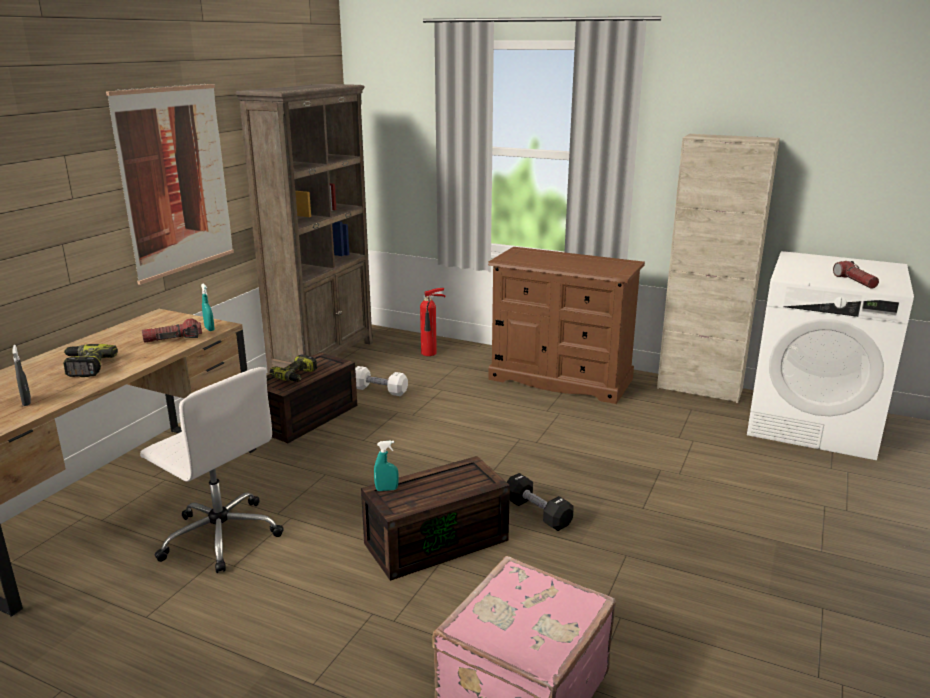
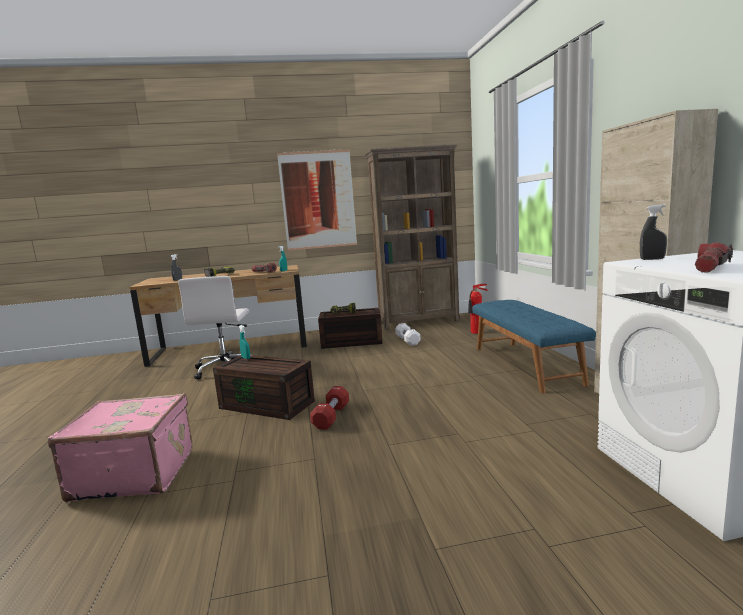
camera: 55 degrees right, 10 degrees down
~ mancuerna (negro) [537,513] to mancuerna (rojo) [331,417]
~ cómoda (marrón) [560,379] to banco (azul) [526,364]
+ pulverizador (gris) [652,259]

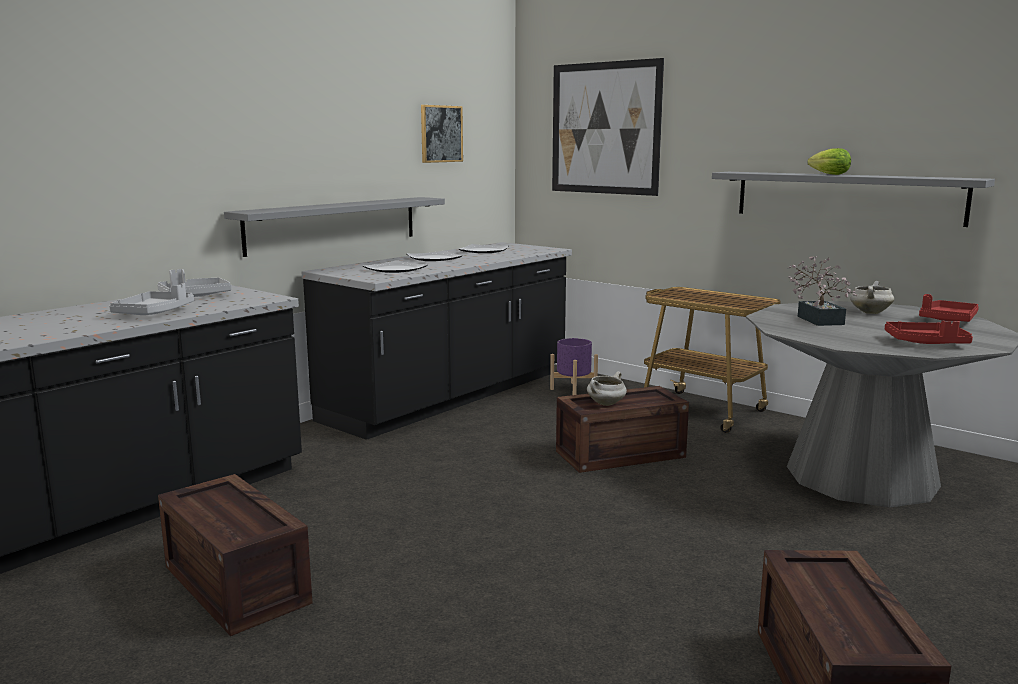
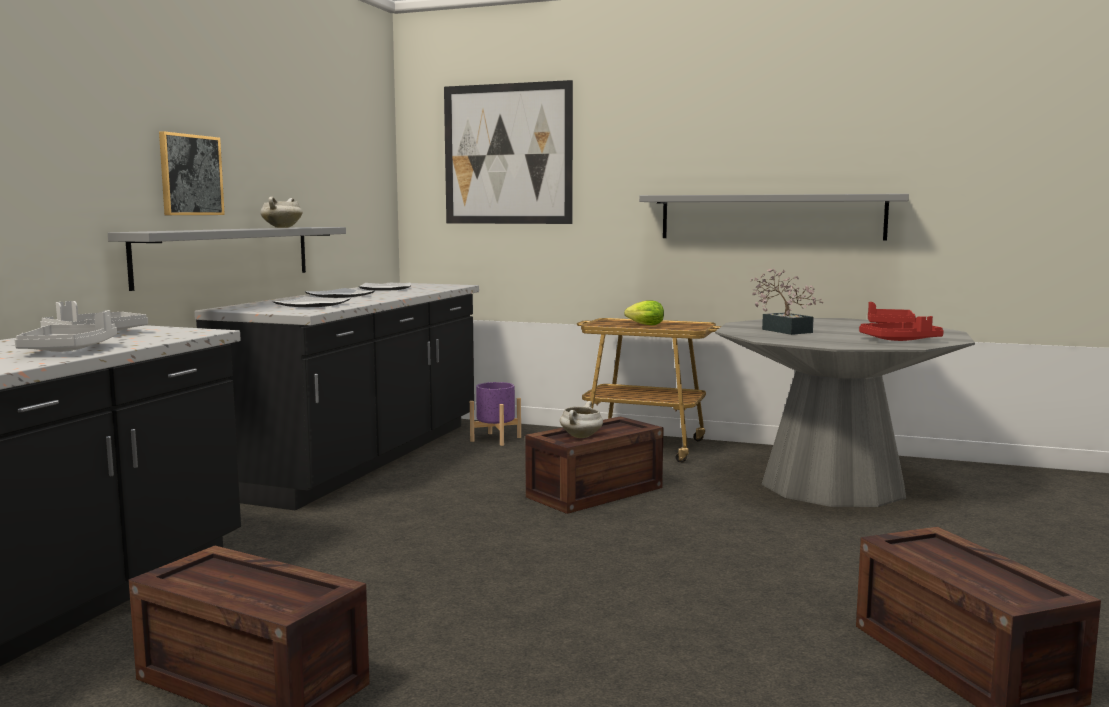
camera: 20 degrees left, 5 degrees down
~ cuadro [441,134] to [190,175]
~ olla (blanco) [869,312] to [282,227]
~ lechuga [827,174] to [643,325]

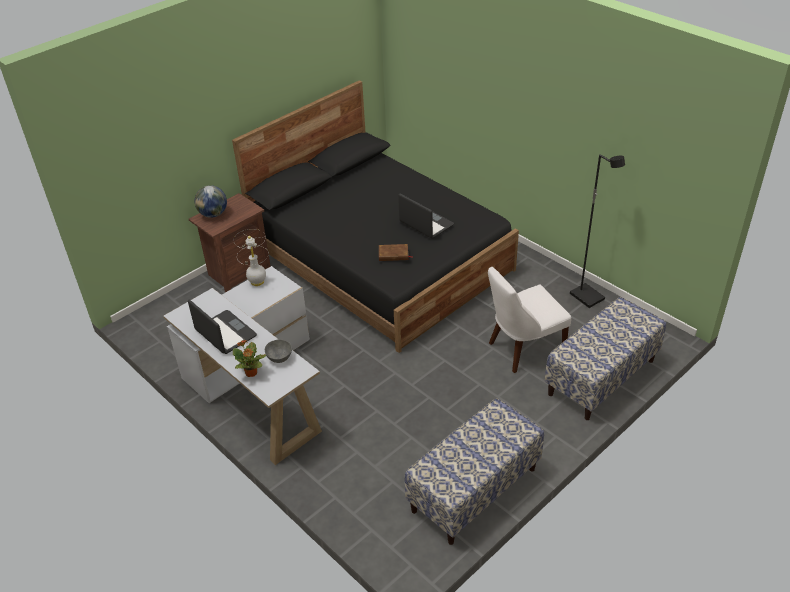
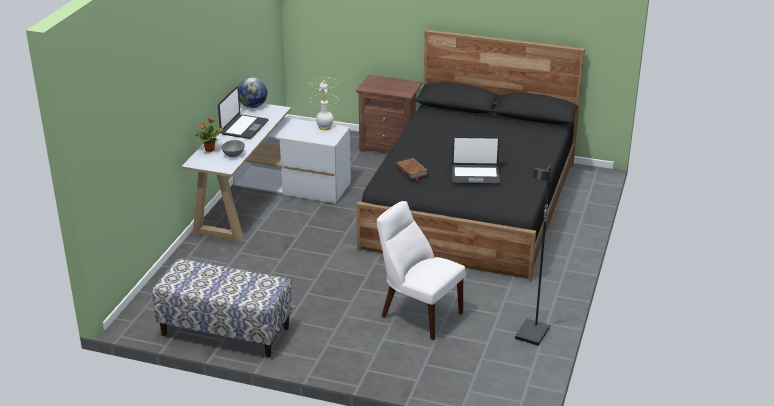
camera: 60 degrees right, 10 degrees down
~ globo terráqueo [213,214] to [252,106]
~ portátil [426,224] = [475,175] 75 degrees clockwise
- banco [601,378]

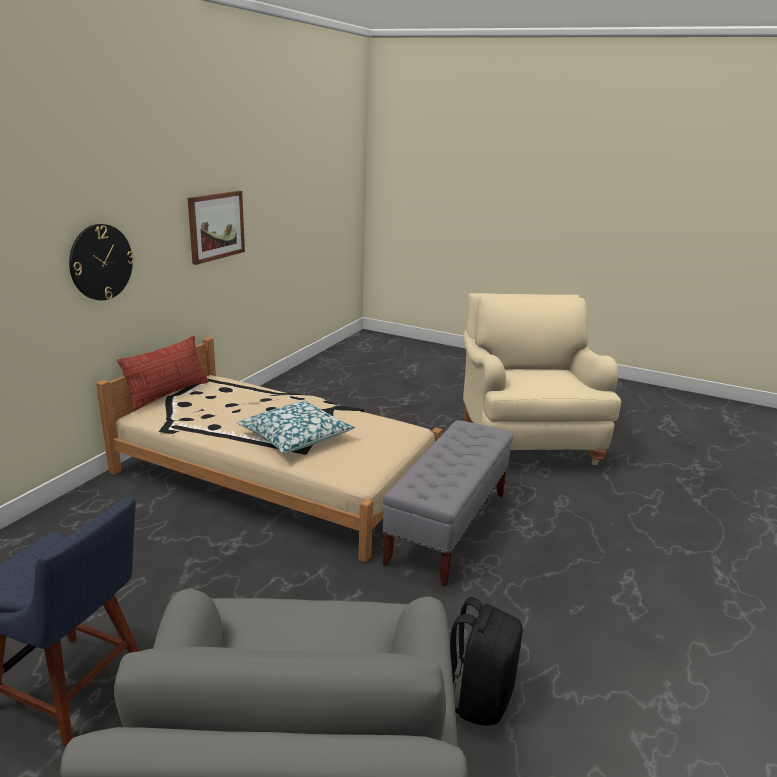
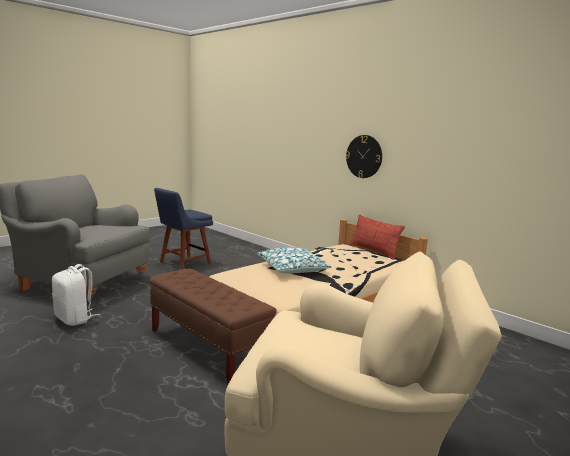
camera: 110 degrees right, 10 degrees down
~ mochila (negro) [479,696] to mochila (blanco) [75,319]
~ banco (gris) [448,527] to banco (marrón) [208,348]
- cuadro [216,226]

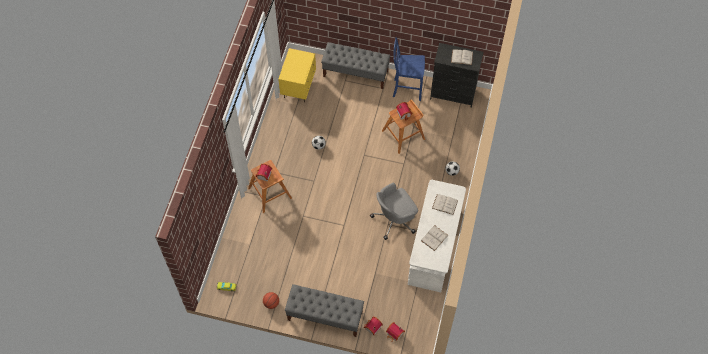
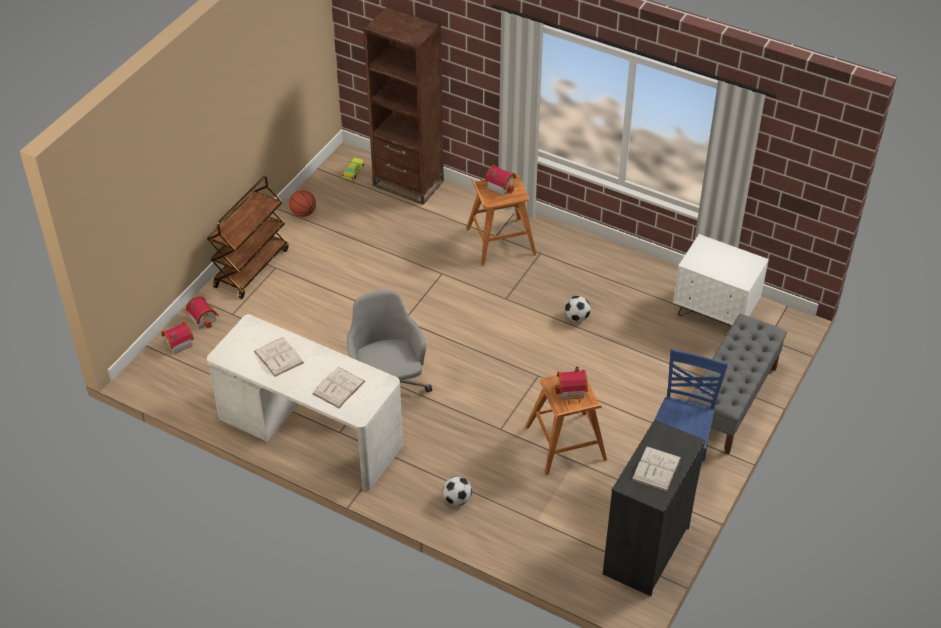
camera: 105 degrees right, 15 degrees down
~ banco (gris) [325,316] to carrito (marrón) [251,267]
+ estantería (marrón) [408,183]
~ mesita de noche (amarillo) [298,87] to mesita de noche (blanco) [715,313]

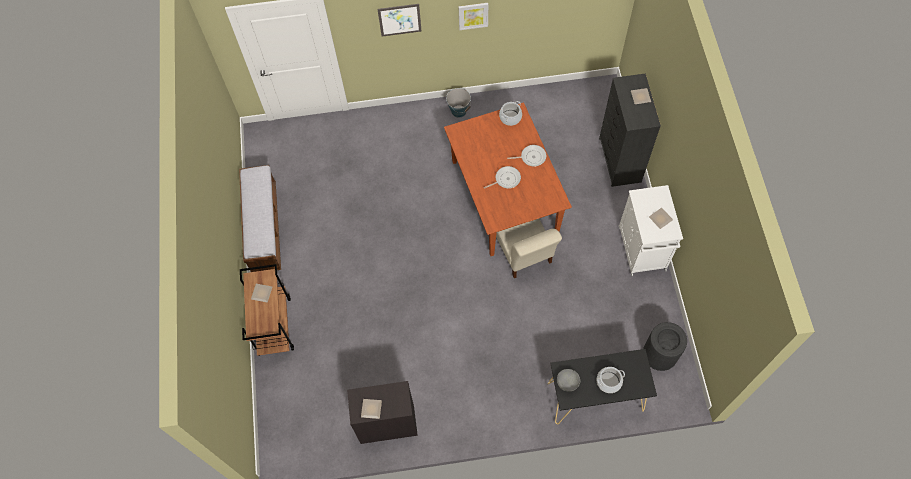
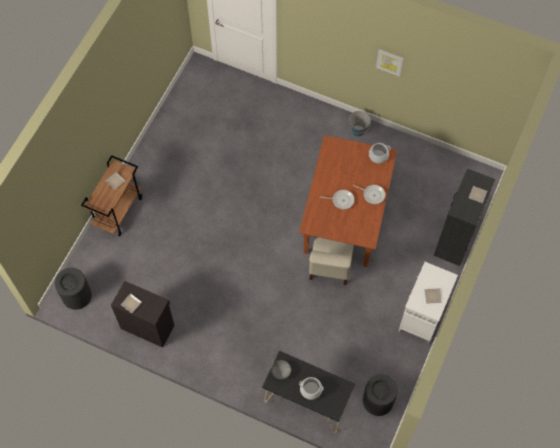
camera: 30 degrees right, 0 degrees up
+ papelera (negro) [76,295]
- banco [264,227]
- cuadro [399,19]

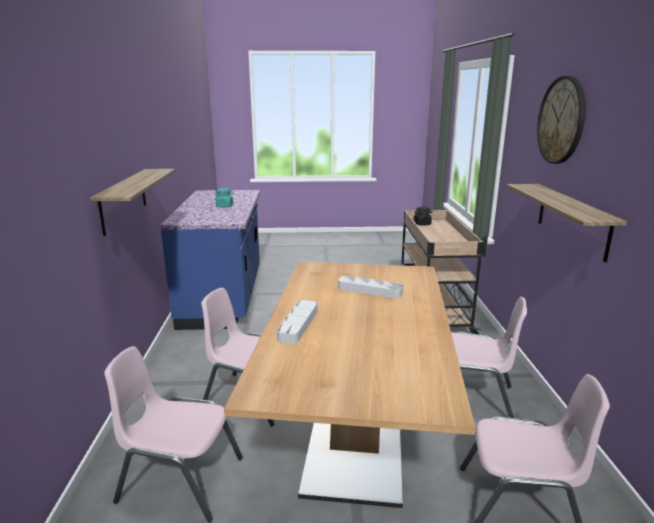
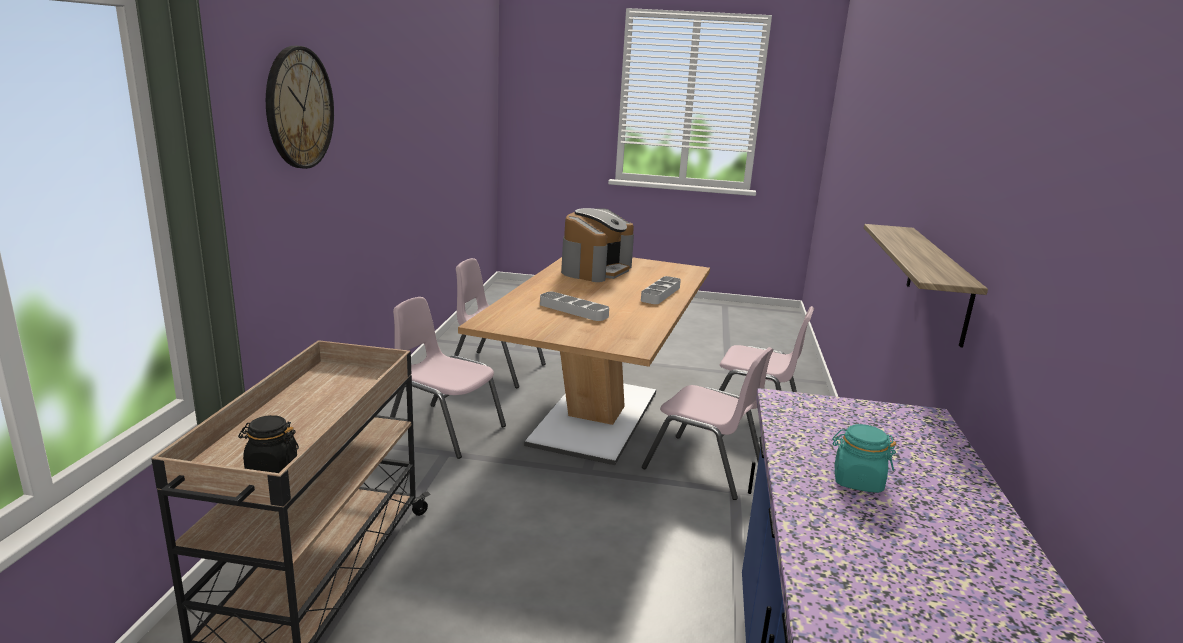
camera: 170 degrees left, 0 degrees up
+ cafetera [595,269]
- estante [572,220]

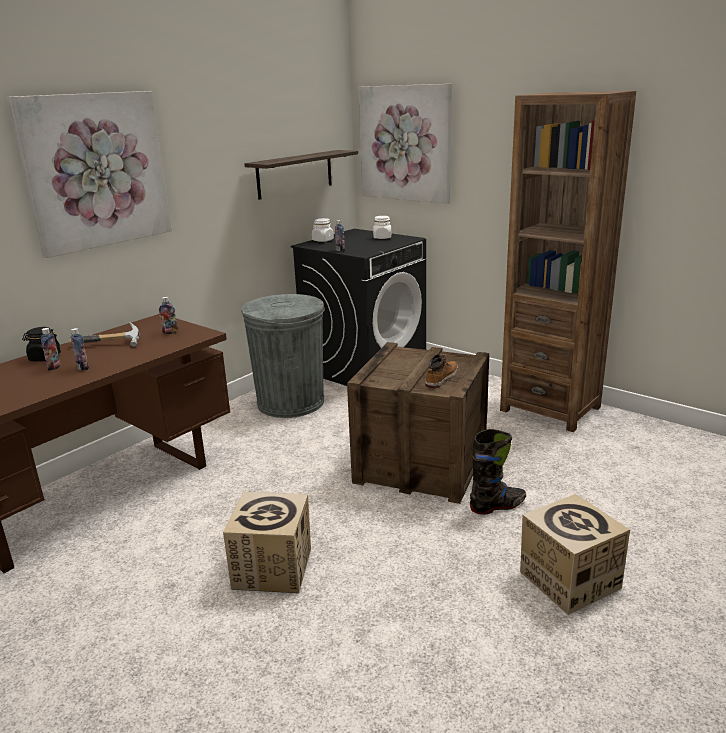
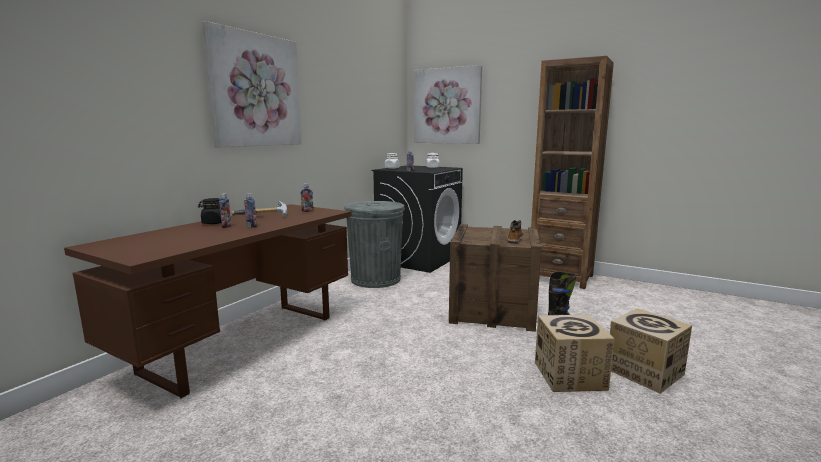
camera: 10 degrees left, 10 degrees down
~ caja de cartón [273,568] to [569,375]
- estante [295,174]

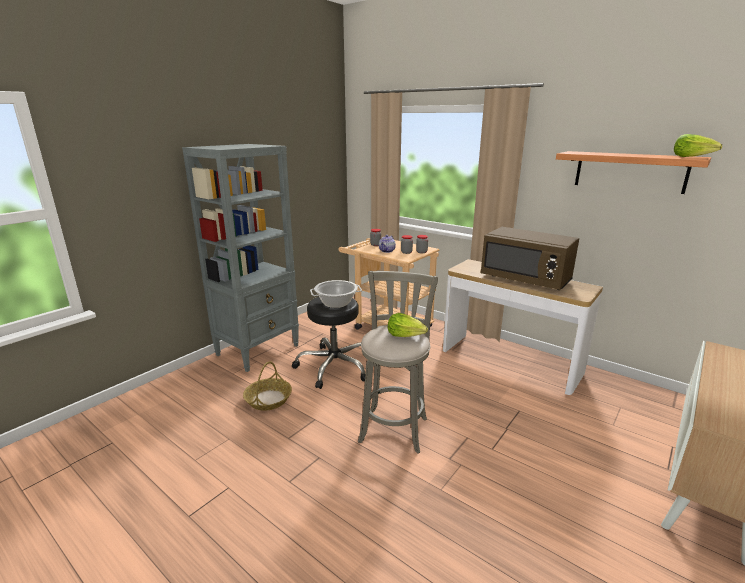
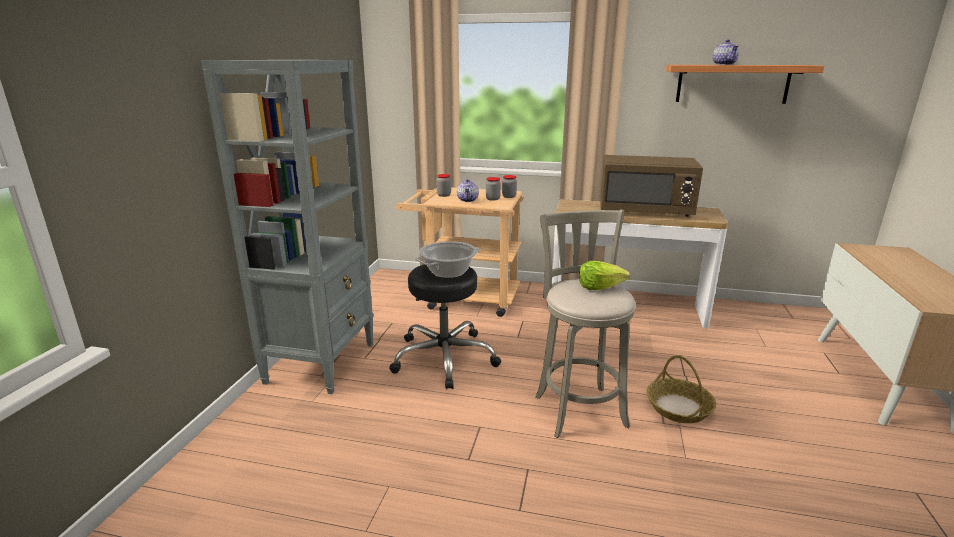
camera: 25 degrees left, 0 degrees up
~ cesta [268,399] to [678,407]
+ tetera [724,64]
- lechuga [692,157]

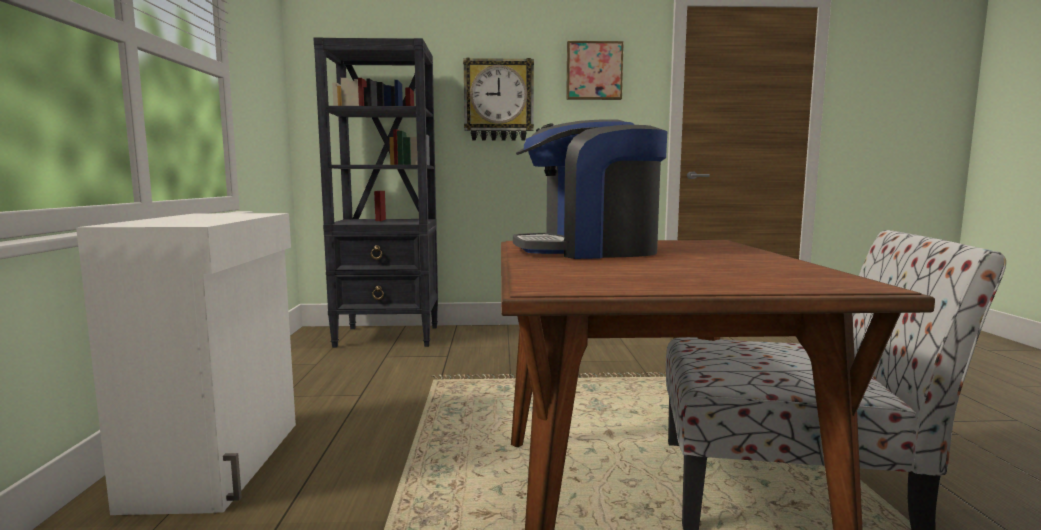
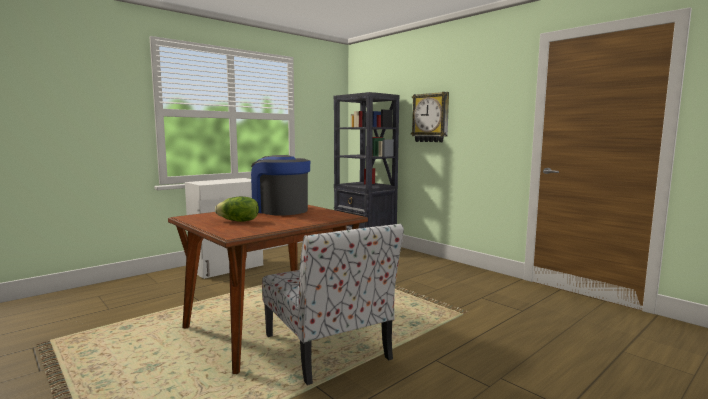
camera: 50 degrees right, 0 degrees up
+ lechuga [238,221]
- cuadro [594,71]

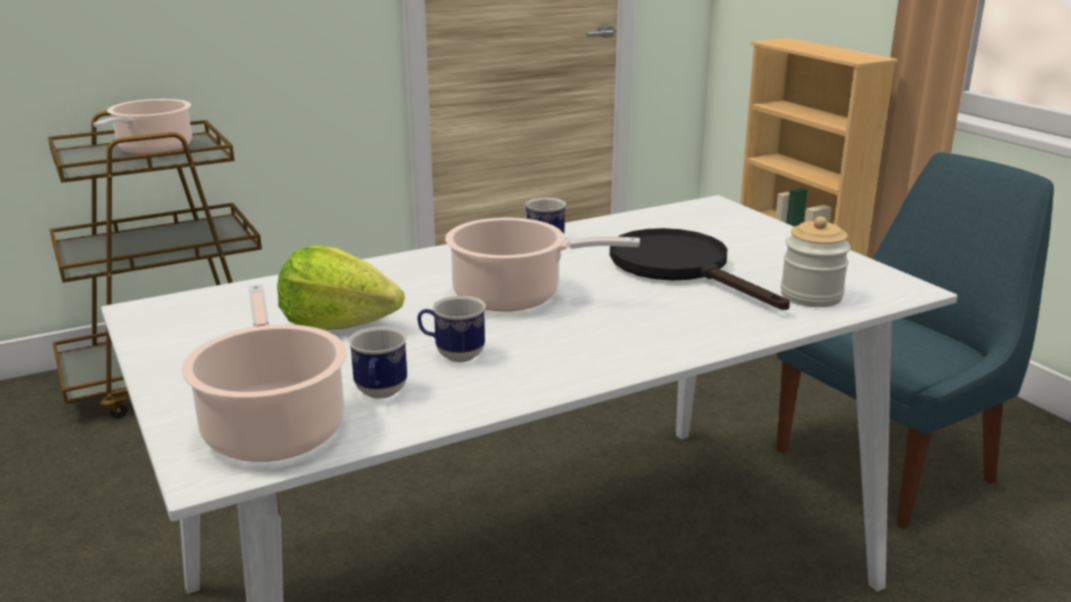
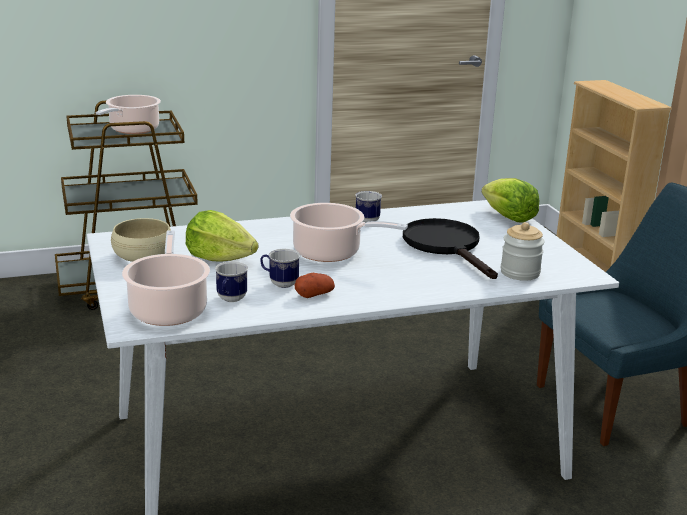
camera: 10 degrees right, 0 degrees up
+ cuenco (beis) [143,256]
+ patata [314,294]
+ lechuga [508,217]

